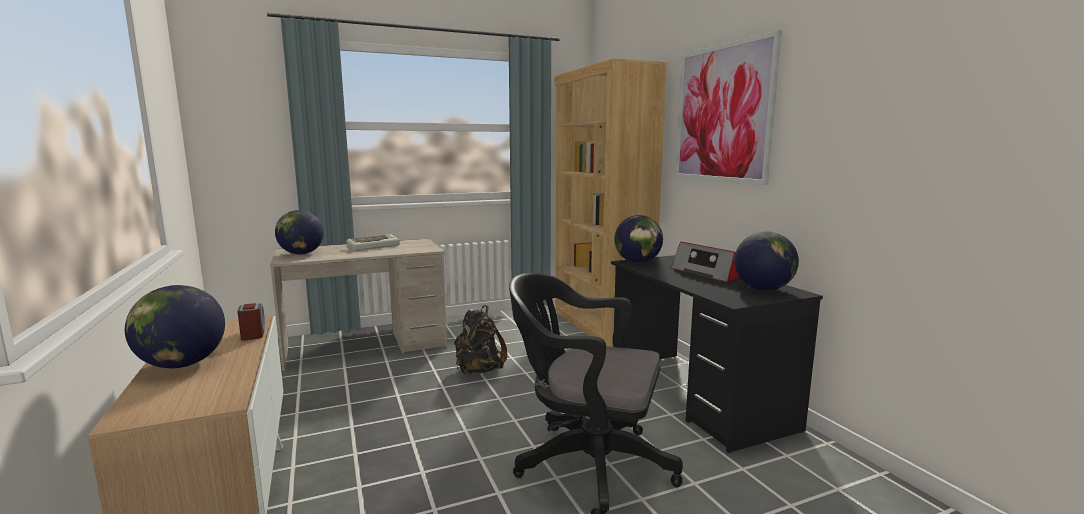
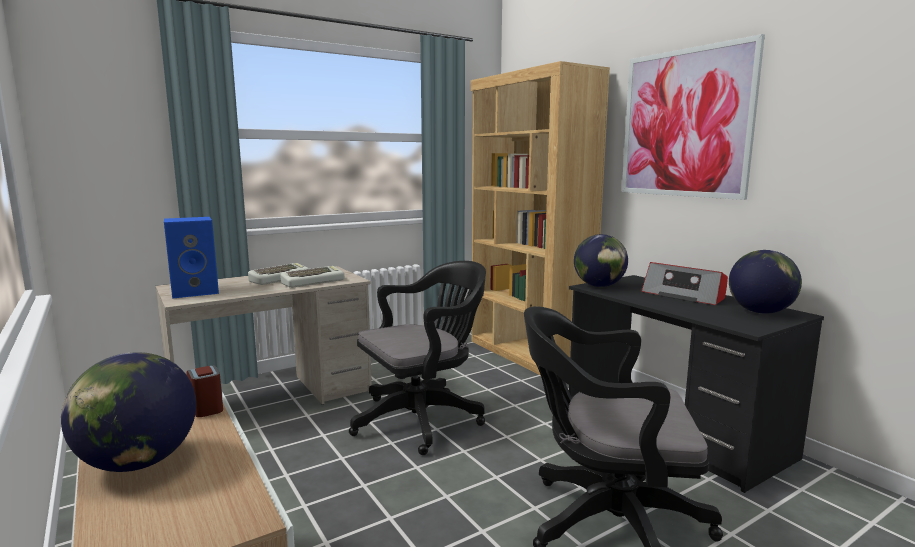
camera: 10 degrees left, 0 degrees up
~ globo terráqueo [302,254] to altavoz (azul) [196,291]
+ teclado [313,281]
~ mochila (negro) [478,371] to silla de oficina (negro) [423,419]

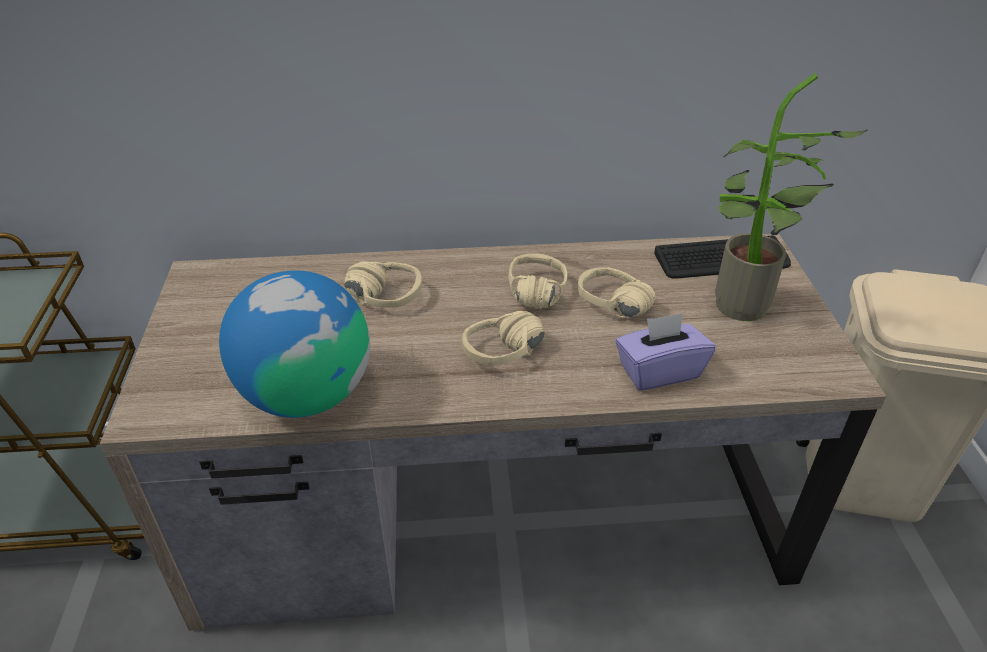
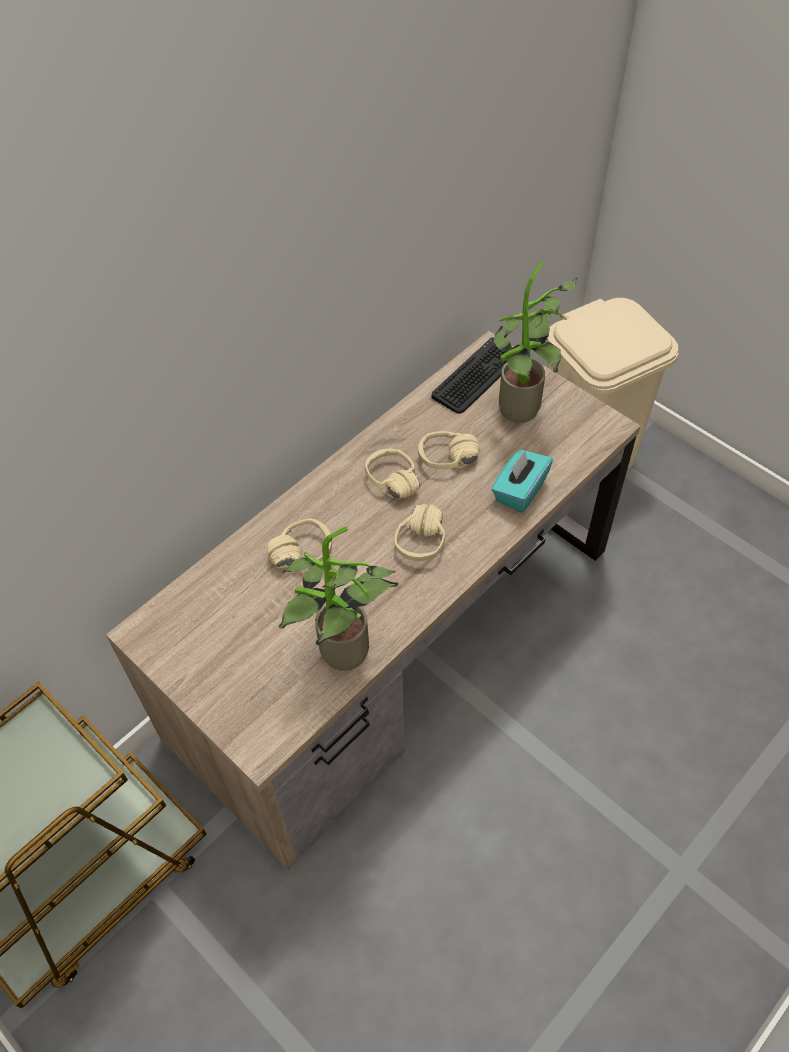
camera: 40 degrees left, 15 degrees up
~ globo terráqueo [306,394] to planta en maceta [342,657]
~ caja de pañuelos (morado) [659,371] to caja de pañuelos (turquesa) [519,491]

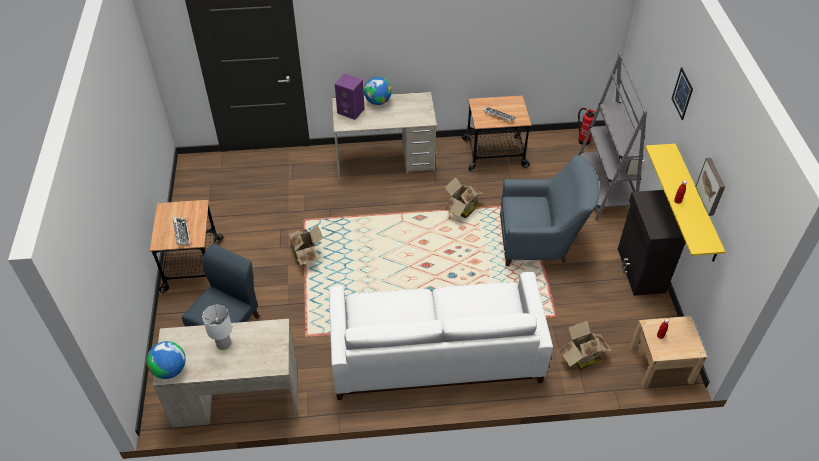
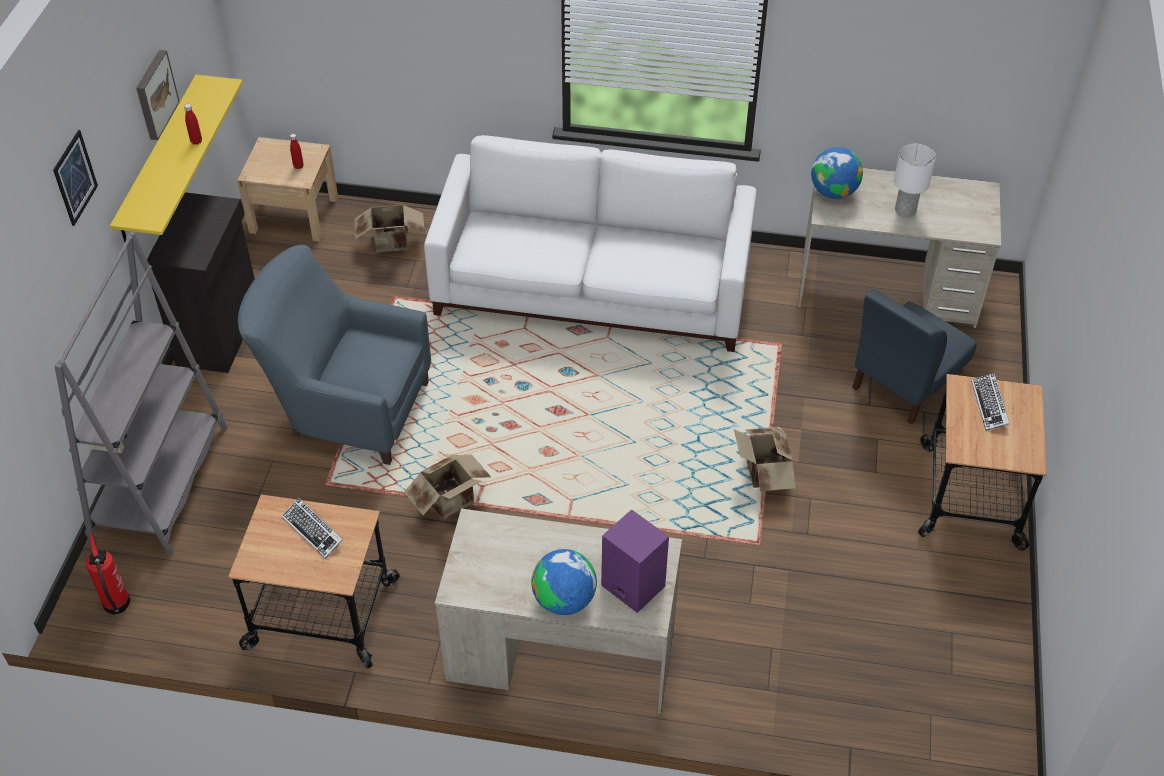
camera: 165 degrees left, 0 degrees up
~ globo terráqueo [170,370] to [833,192]

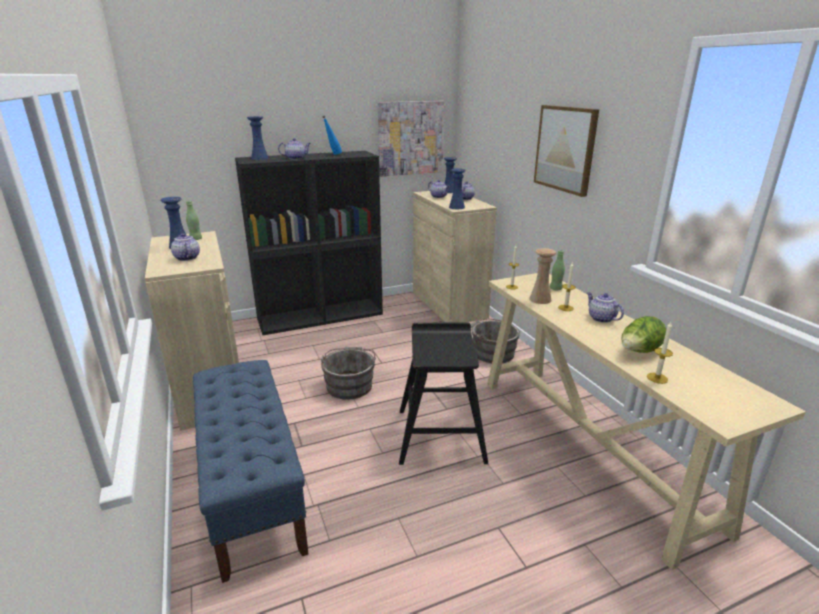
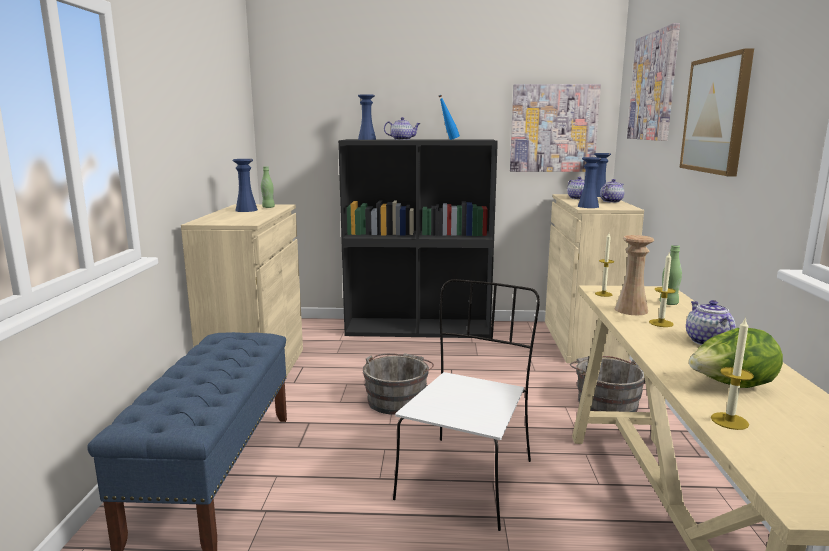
camera: 25 degrees right, 10 degrees down
~ taburete (negro) [441,434] to silla (blanco) [467,478]
+ cuadro [653,86]
- tetera [186,258]

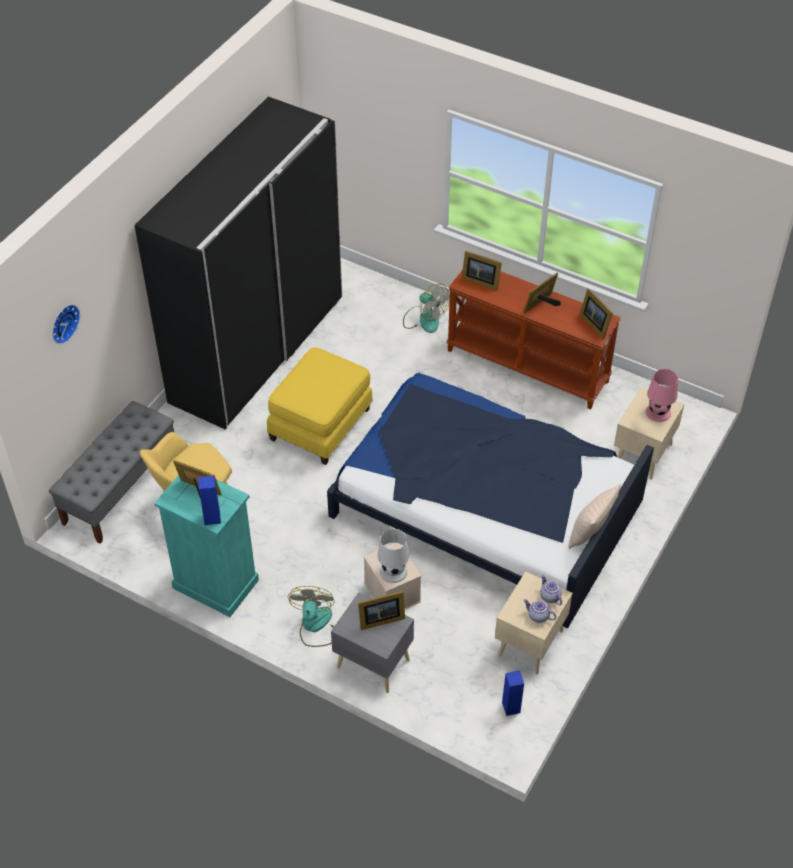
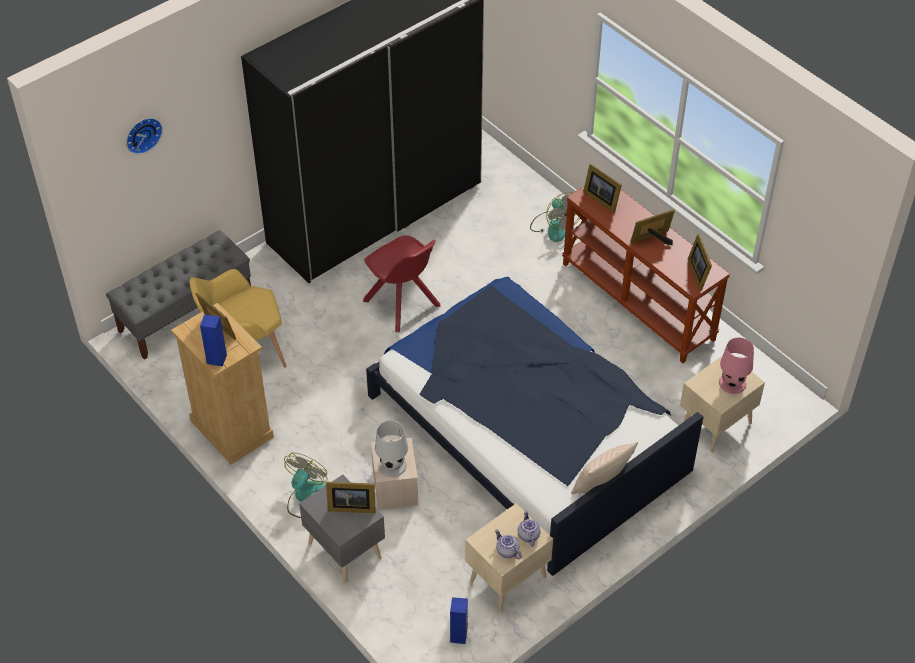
camera: 20 degrees right, 0 degrees up
~ cómoda (turquesa) [215,584] to cómoda (beis) [231,429]
~ puf (amarillo) [321,425] to silla (rojo) [403,304]

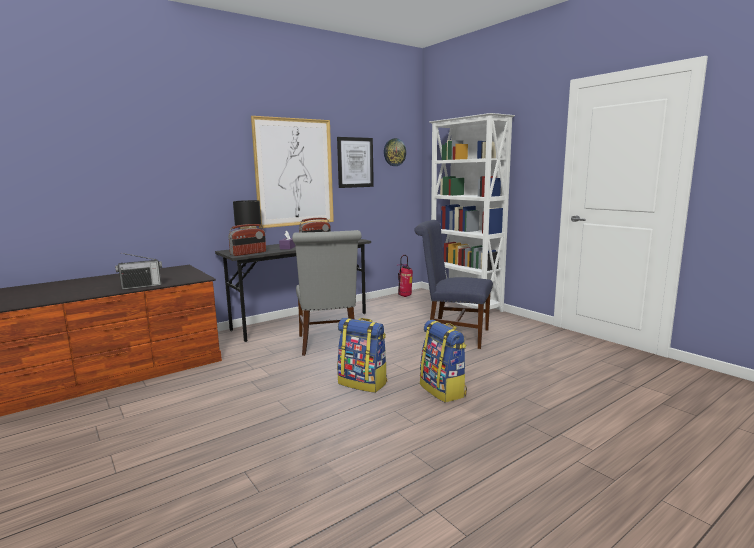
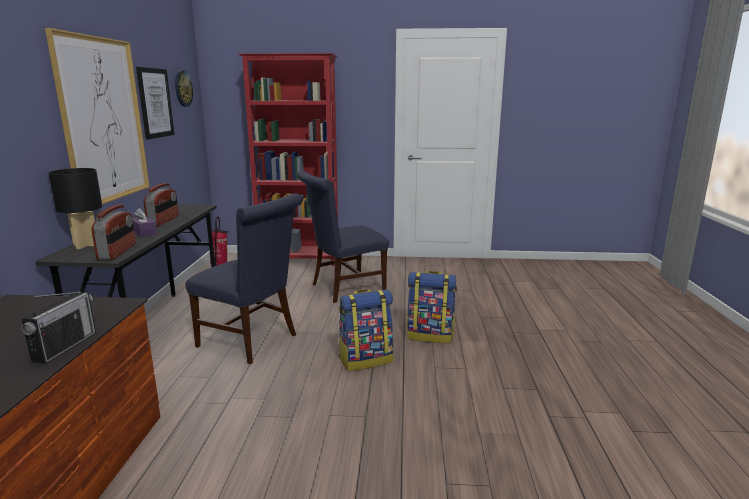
camera: 50 degrees left, 5 degrees up
~ silla (gris) [329,344] to silla (azul) [252,341]
~ estantería (blanco) [465,306] to estantería (rojo) [299,260]

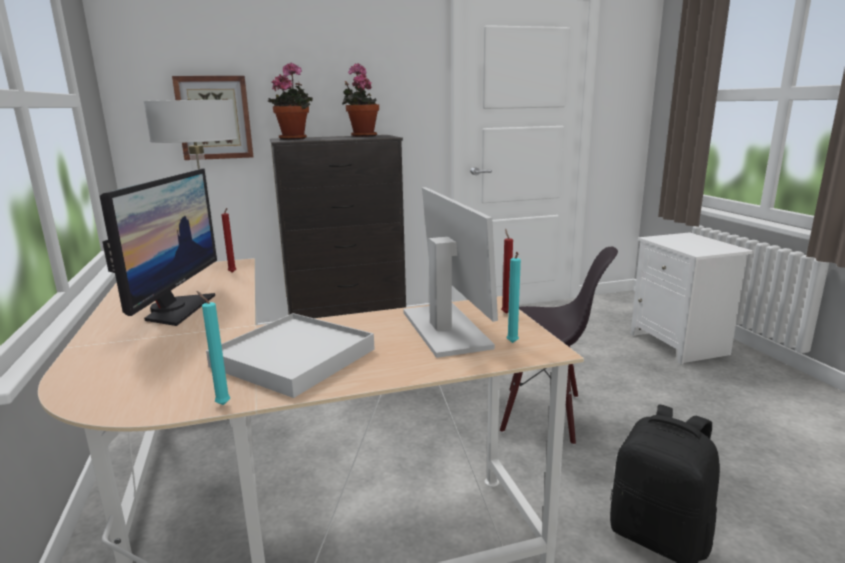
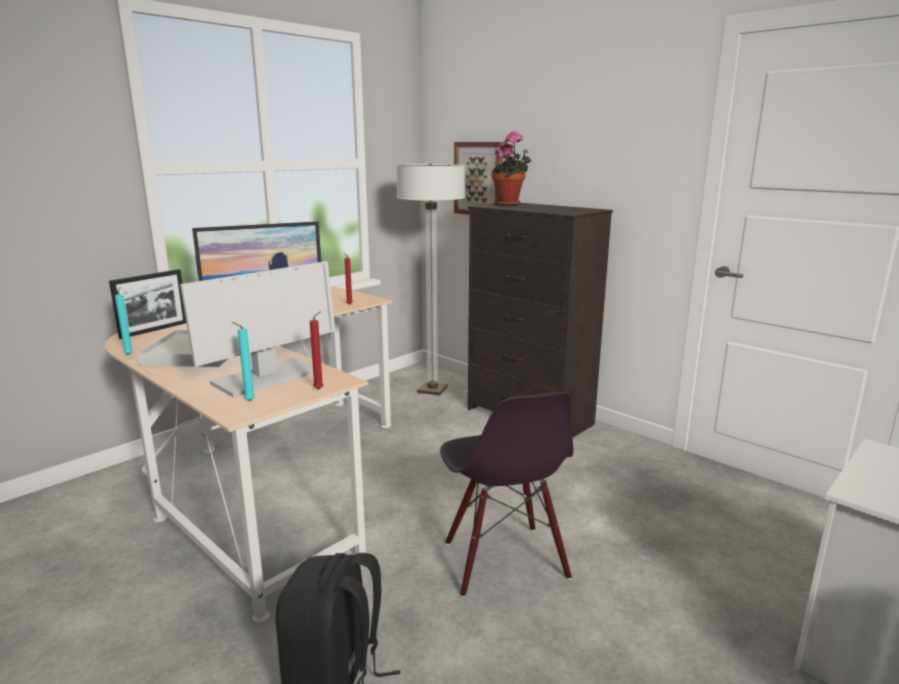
camera: 60 degrees right, 0 degrees up
+ portarretratos [154,330]
- planta en maceta [362,136]

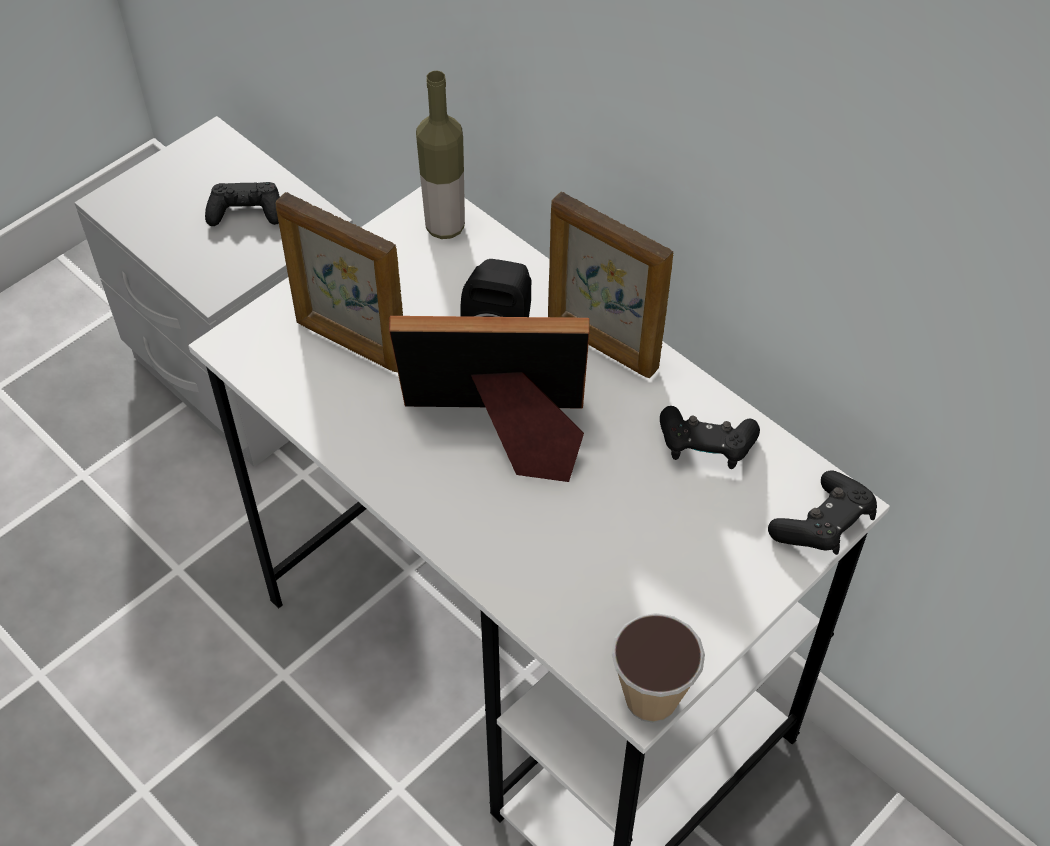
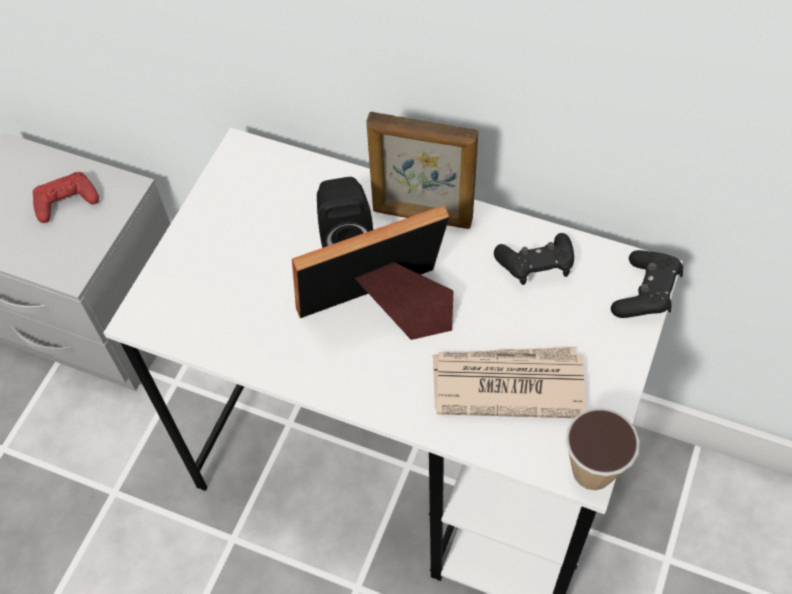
camera: 20 degrees left, 5 degrees up
~ mando de consola (negro) [246,211] to mando de consola (rojo) [66,201]
+ periódico [506,384]
- portarretratos [350,343]
- botella [445,227]

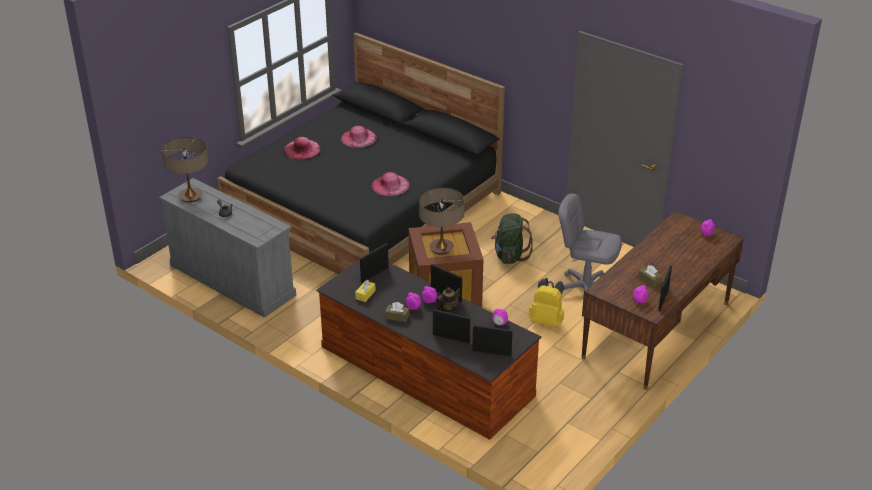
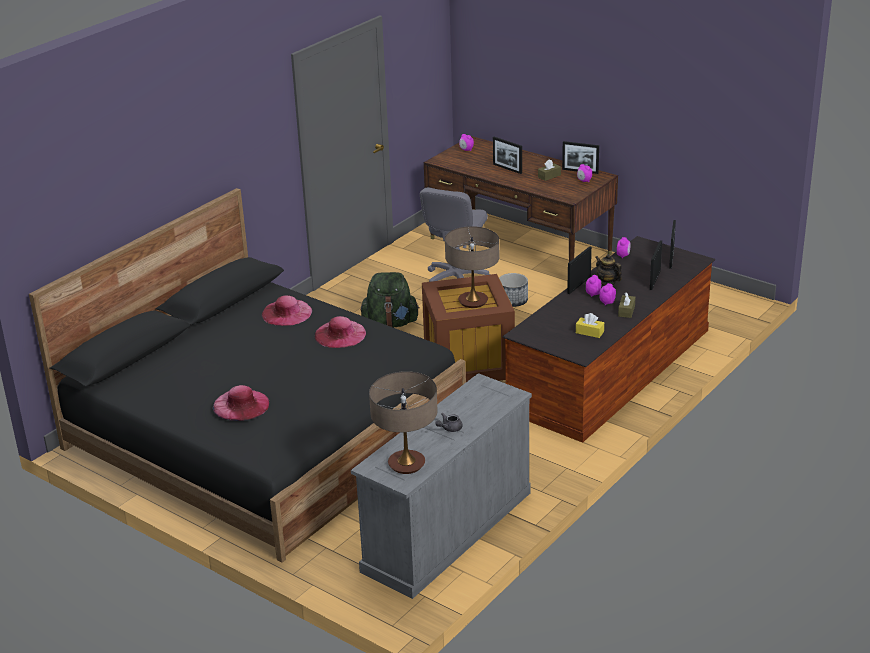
camera: 90 degrees left, 5 degrees down
~ sombrero (rosa) [358,138] to [287,313]
~ portarretratos [374,274] to [507,169]
~ mochila (amarillo) [547,321] to maceta [512,301]

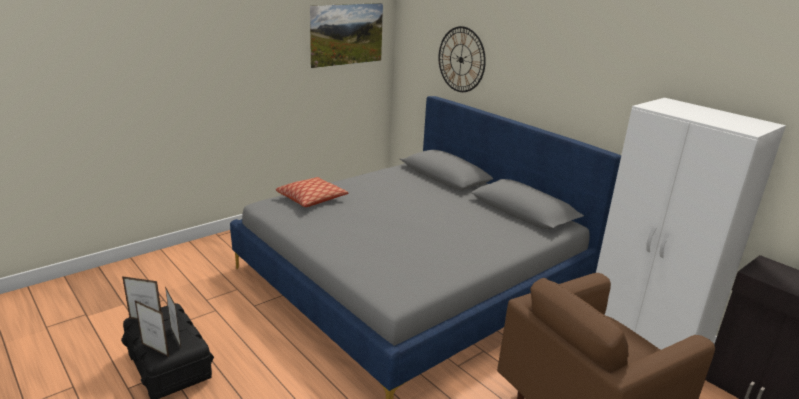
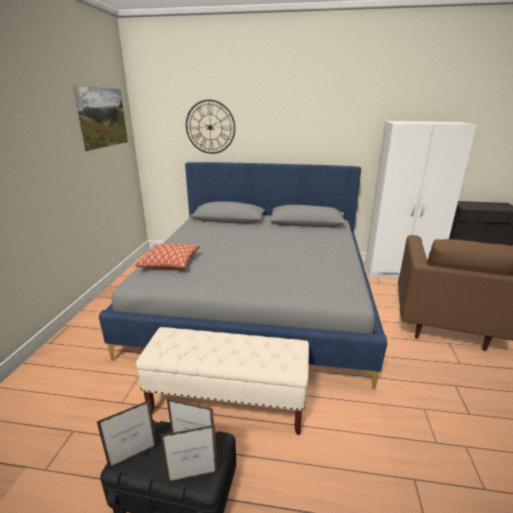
camera: 40 degrees left, 0 degrees up
+ banco (beis) [228,402]

